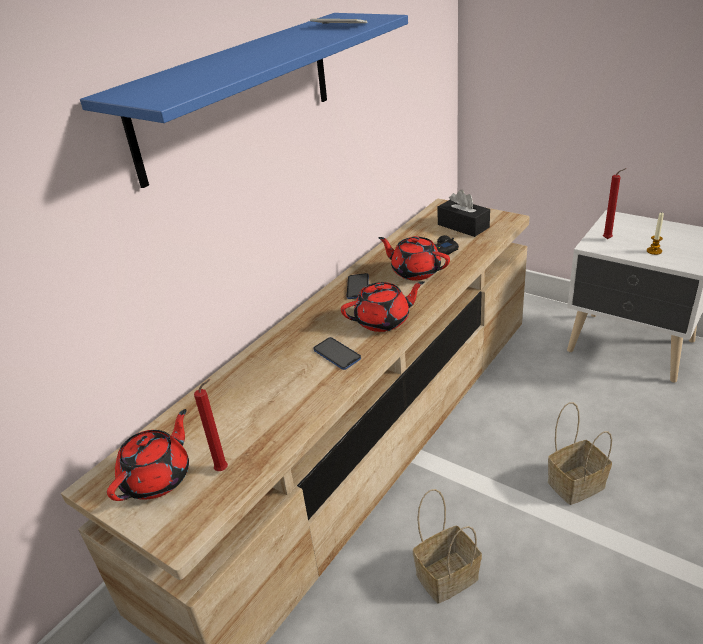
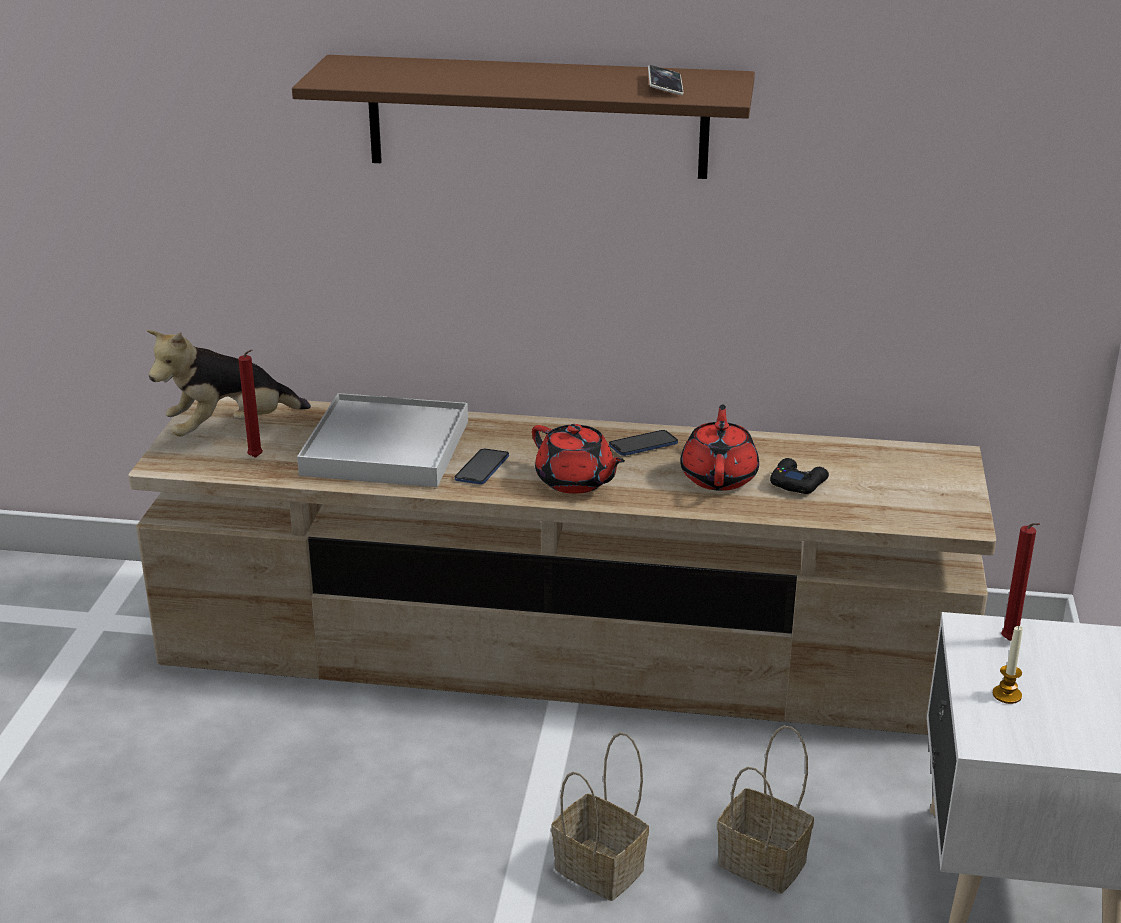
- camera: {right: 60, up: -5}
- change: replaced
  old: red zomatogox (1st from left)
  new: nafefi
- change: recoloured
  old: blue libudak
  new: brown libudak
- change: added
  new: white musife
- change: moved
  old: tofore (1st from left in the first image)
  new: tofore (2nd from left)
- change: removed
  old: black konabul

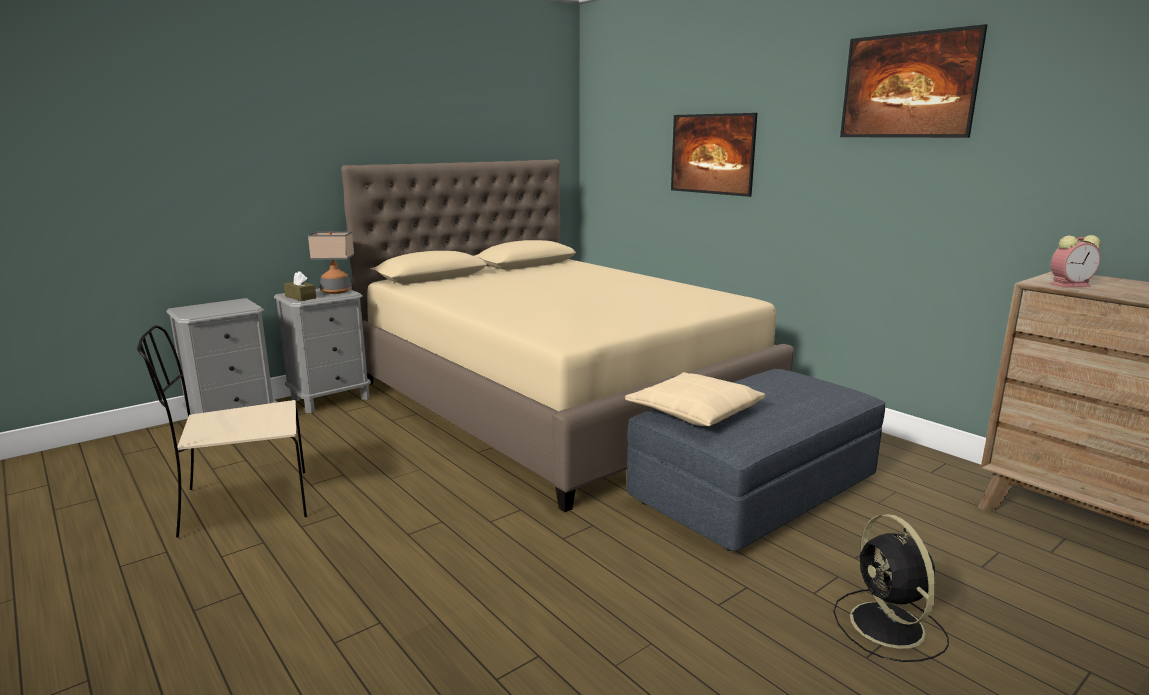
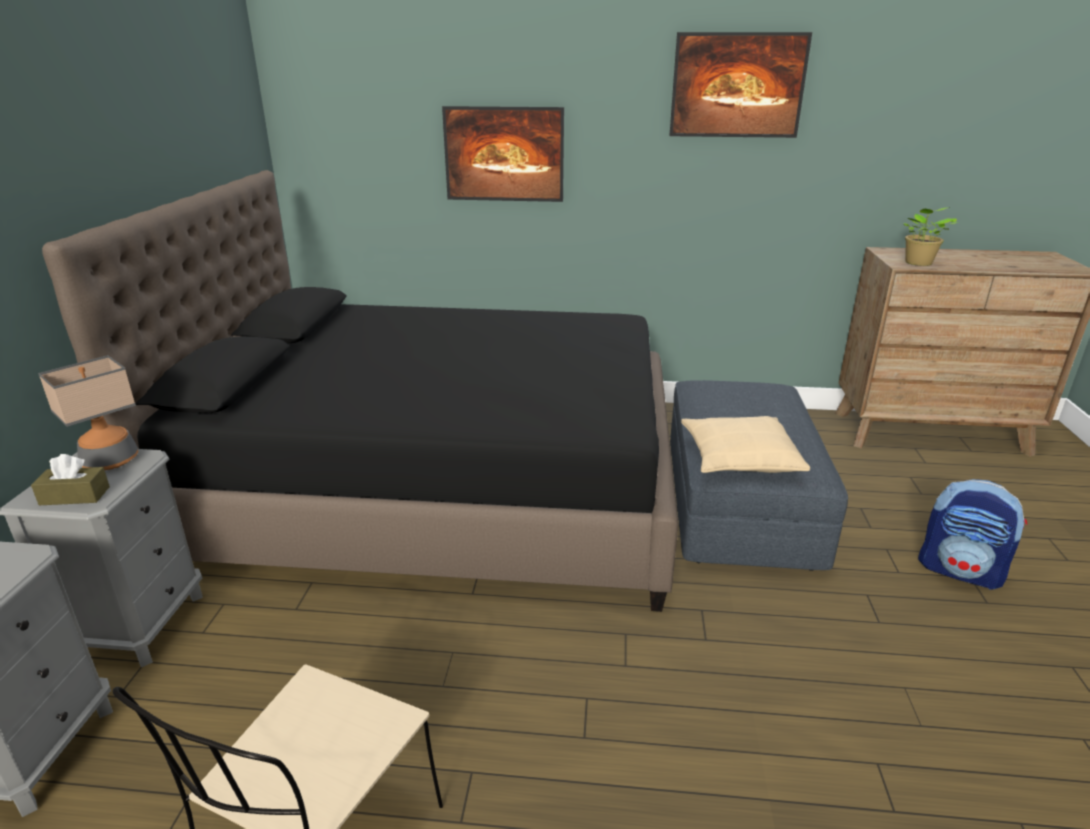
- camera: {right: -45, up: 10}
- change: recoloured
  old: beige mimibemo
  new: black mimibemo
- change: replaced
  old: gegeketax
  new: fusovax
- change: replaced
  old: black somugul
  new: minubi

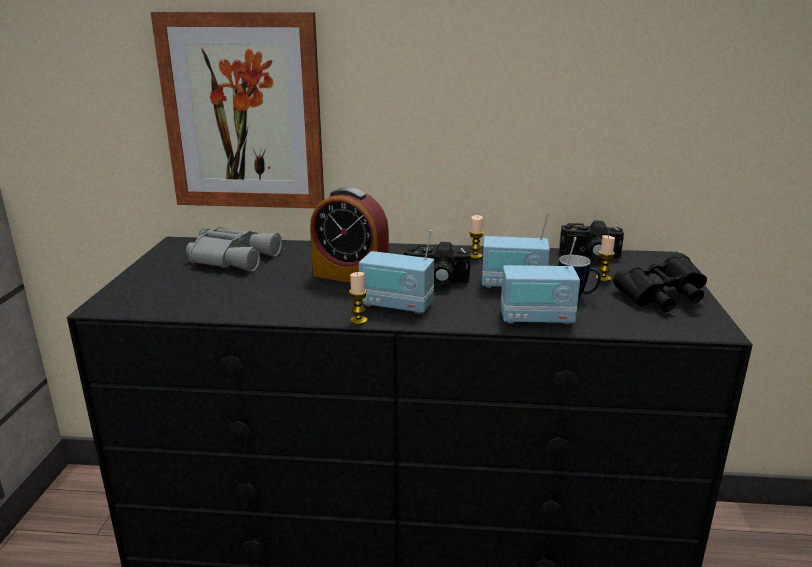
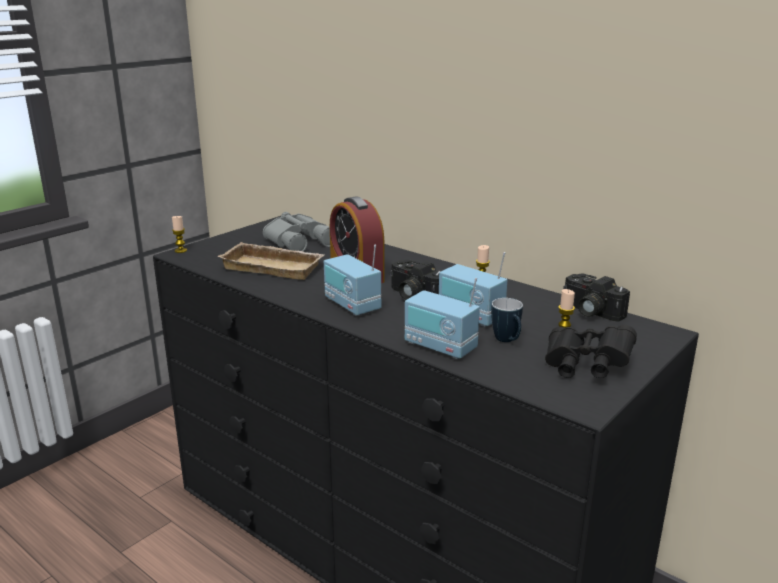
- camera: {right: 35, up: 0}
- change: moved
  old: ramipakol (1st from left)
- change: added
  new: beige musife
- change: removed
  old: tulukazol

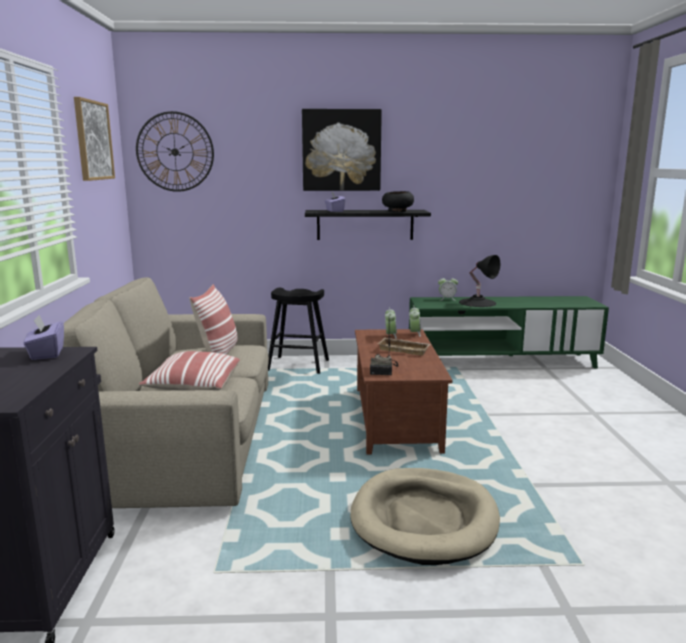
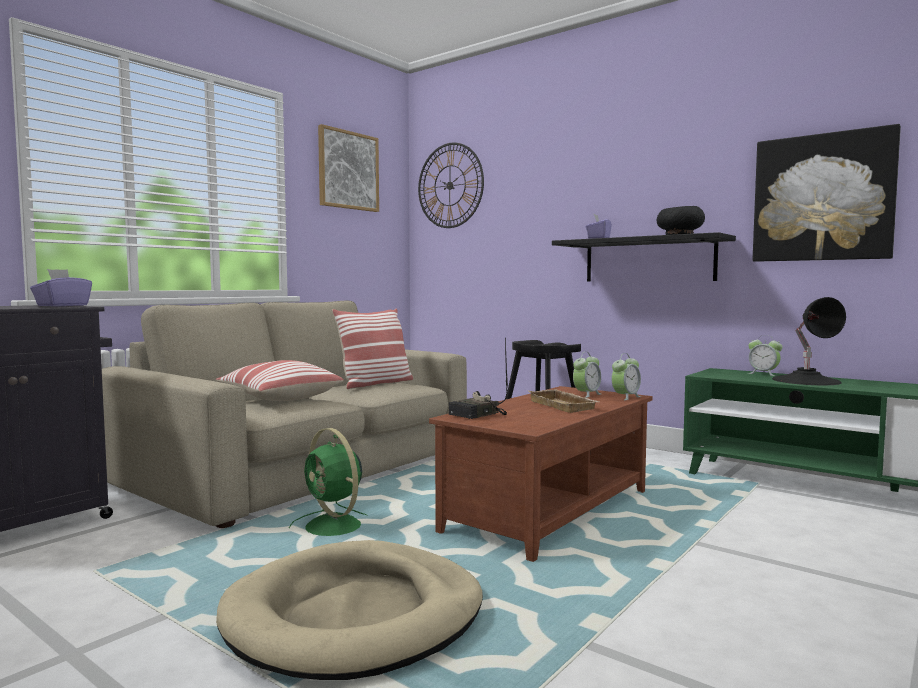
- camera: {right: 40, up: -10}
- change: added
  new: green somugul
- change: moved
  old: tulukazol (2nd from left)

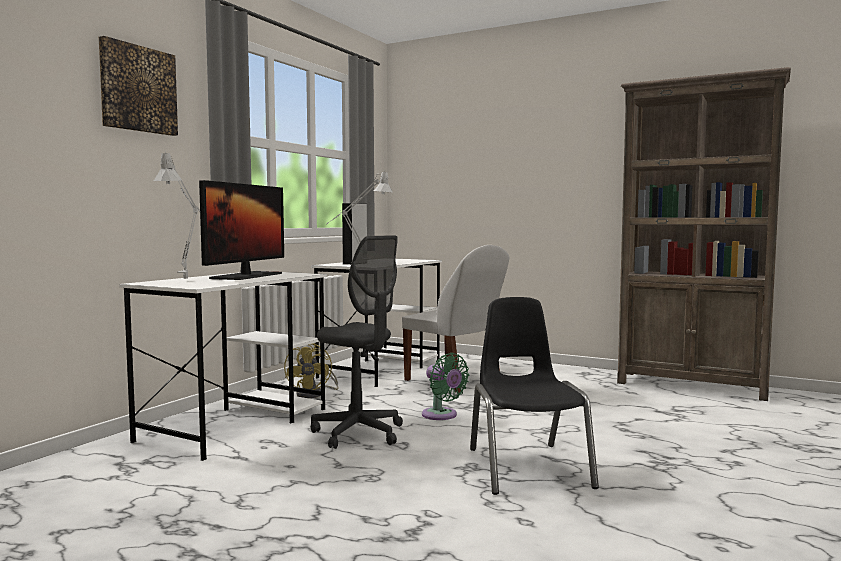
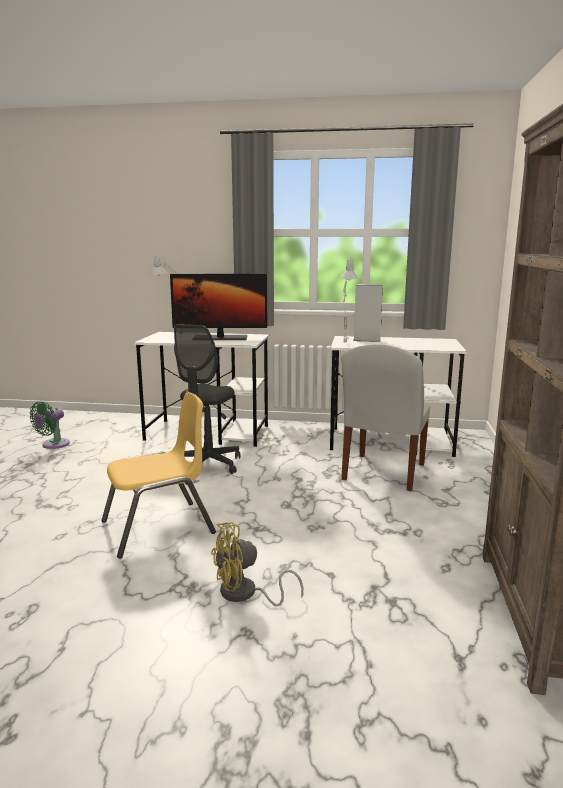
- camera: {right: 70, up: 10}
- change: moved
  old: green somugul
- change: recoloured
  old: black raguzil
  new: yellow raguzil
- change: moved
  old: yellow somugul
- change: removed
  old: tulukazol

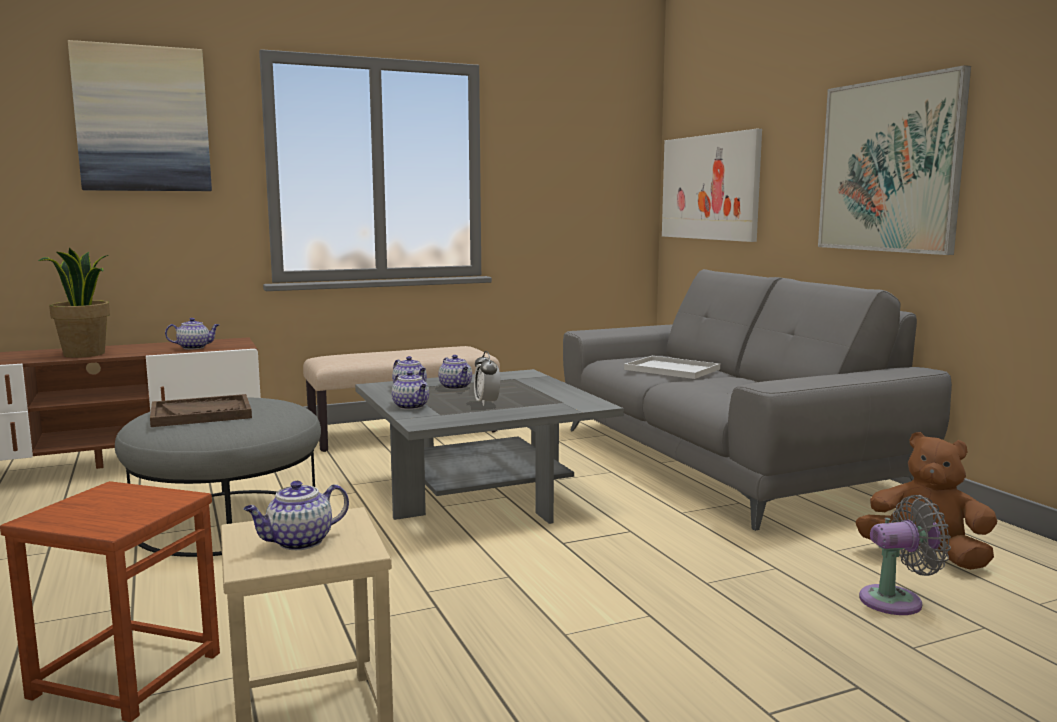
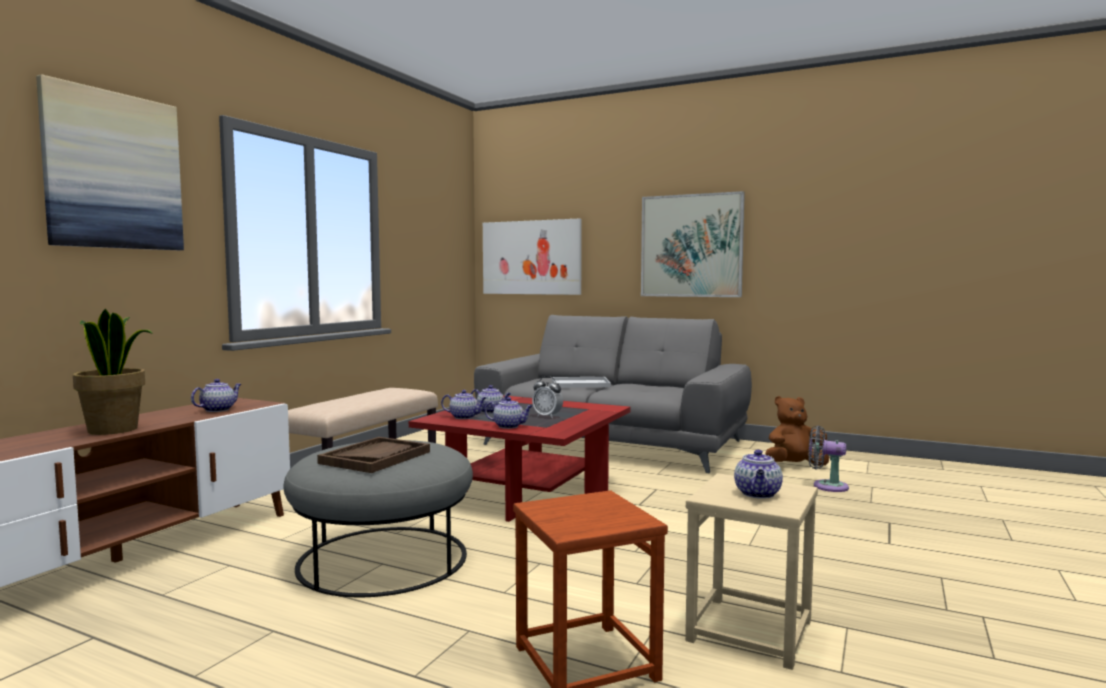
- camera: {right: -40, up: -5}
- change: recoloured
  old: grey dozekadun
  new: red dozekadun
- change: turned
  old: grey somugul
  degrees: -105

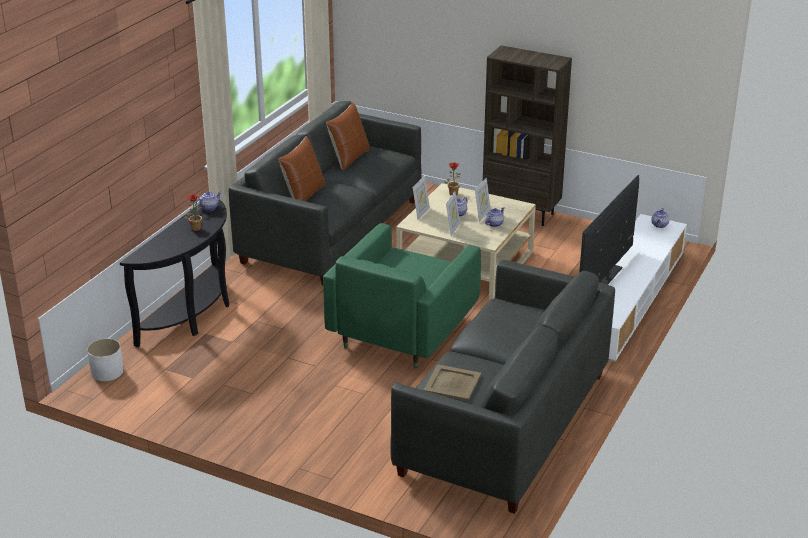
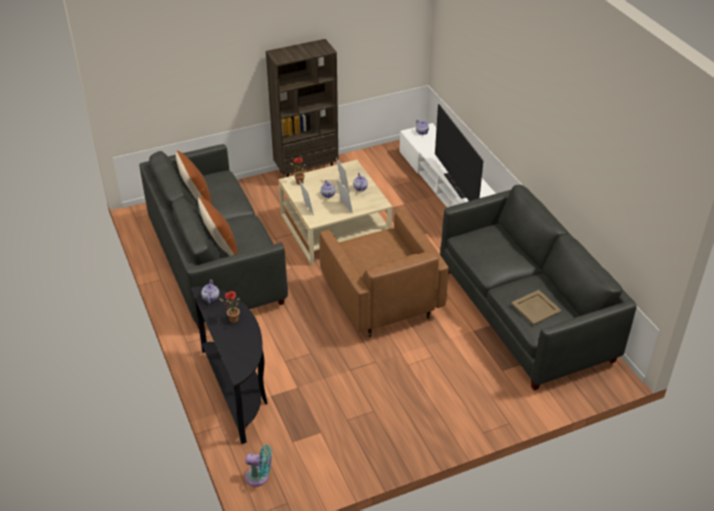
- camera: {right: -50, up: 10}
- change: replaced
  old: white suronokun
  new: turquoise somugul
- change: recoloured
  old: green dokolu
  new: brown dokolu

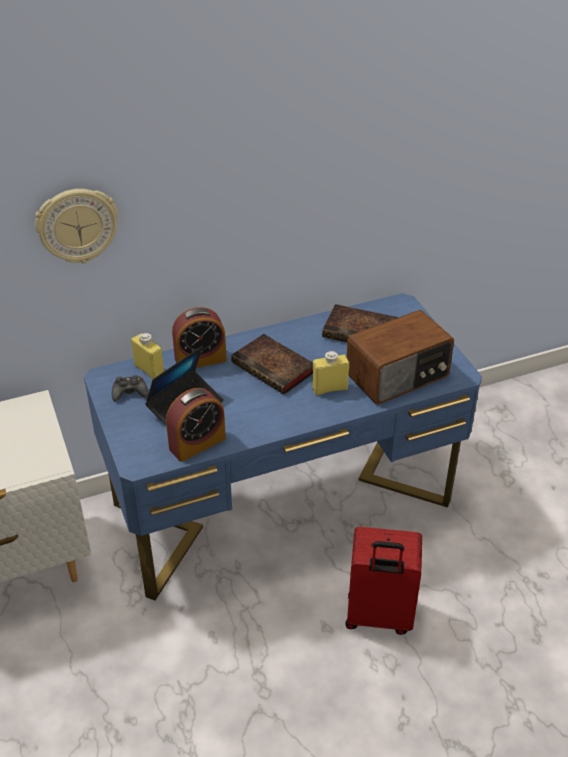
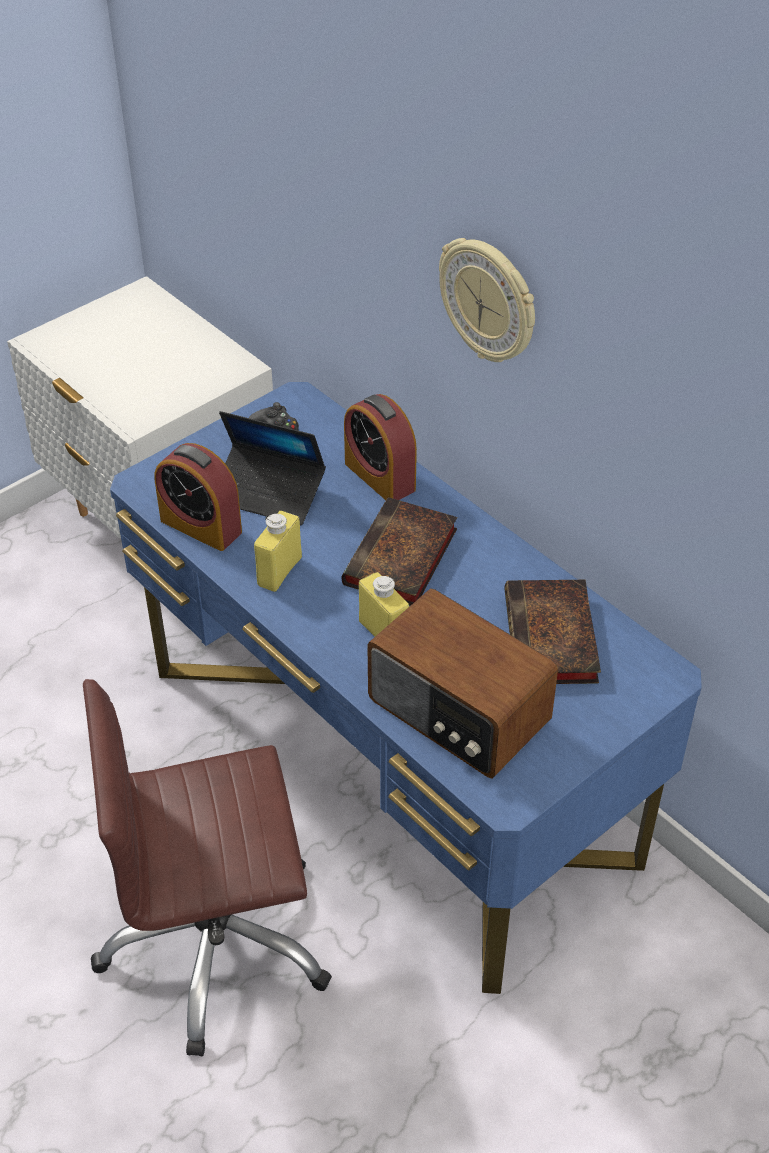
- camera: {right: 70, up: 5}
- change: replaced
  old: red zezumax
  new: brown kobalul
- change: moved
  old: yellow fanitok (1st from left)
- change: moved
  old: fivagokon

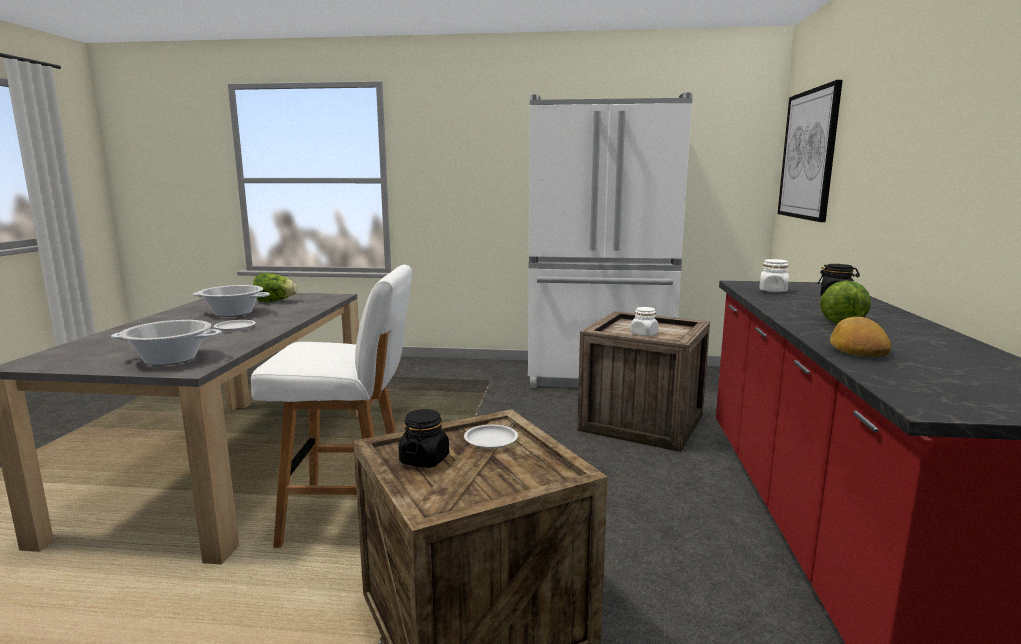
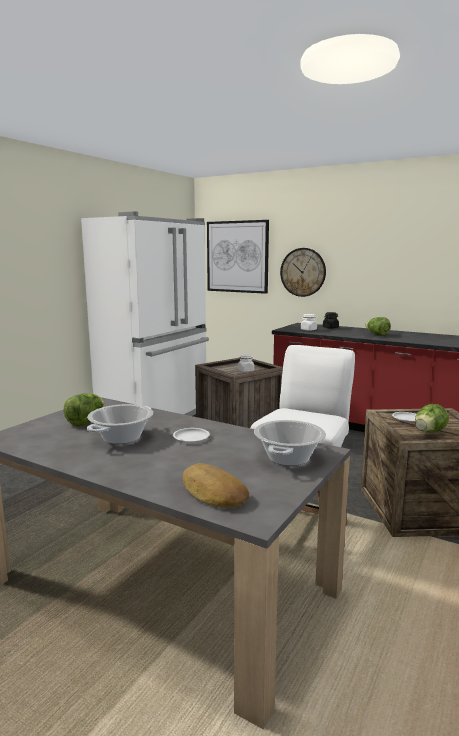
- camera: {right: -65, up: 0}
- change: moved
  old: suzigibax
- change: added
  new: fivagokon
- change: replaced
  old: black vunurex (1st from left)
  new: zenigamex (3rd from left)

